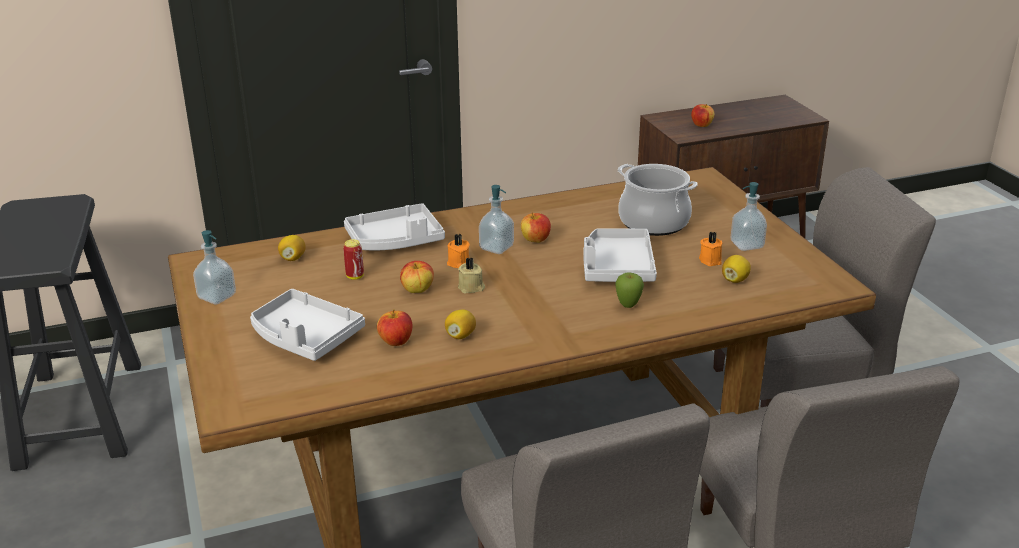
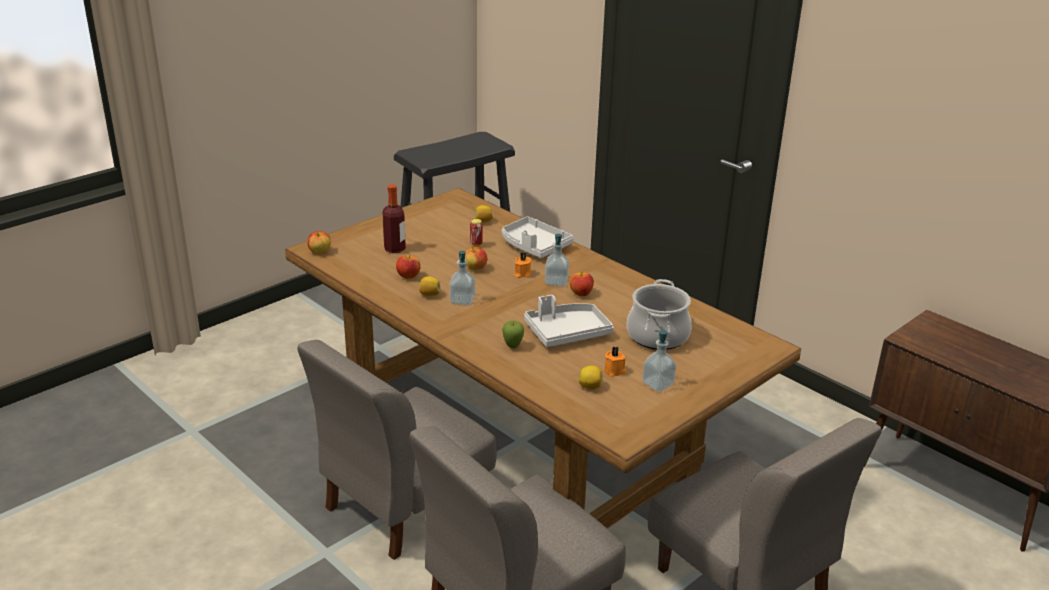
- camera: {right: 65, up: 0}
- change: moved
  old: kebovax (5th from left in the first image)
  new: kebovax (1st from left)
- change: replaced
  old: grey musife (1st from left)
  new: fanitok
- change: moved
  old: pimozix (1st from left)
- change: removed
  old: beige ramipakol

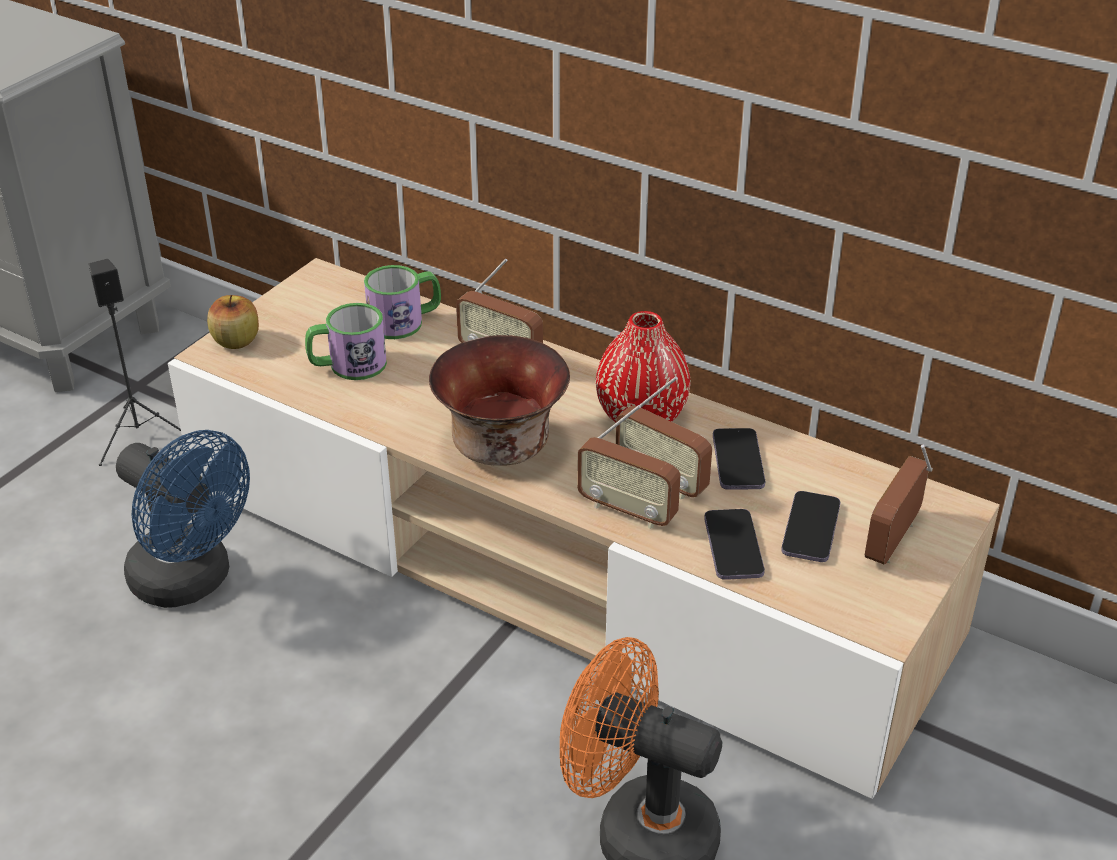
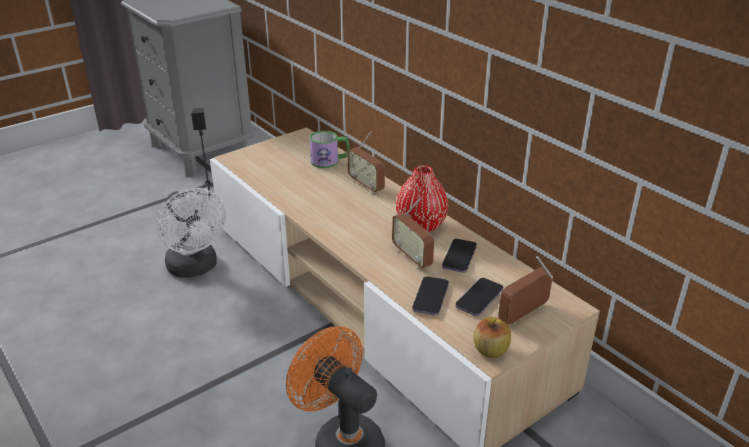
- camera: {right: 20, up: -5}
- change: recoloured
  old: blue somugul
  new: white somugul
- change: moved
  old: kebovax
- change: removed
  old: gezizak (1st from left)
- change: removed
  old: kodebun
- change: removed
  old: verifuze (2nd from left)

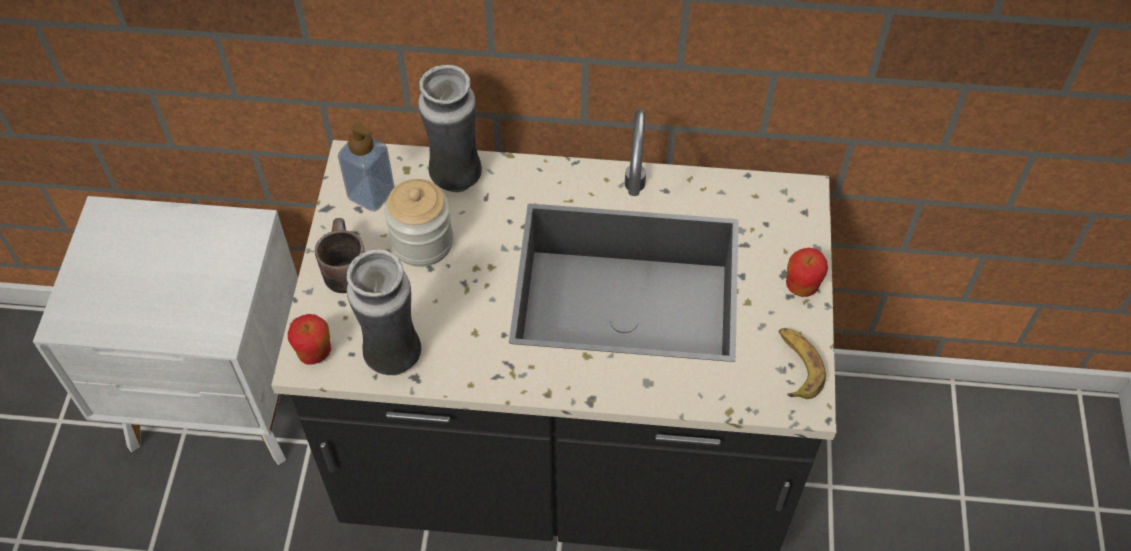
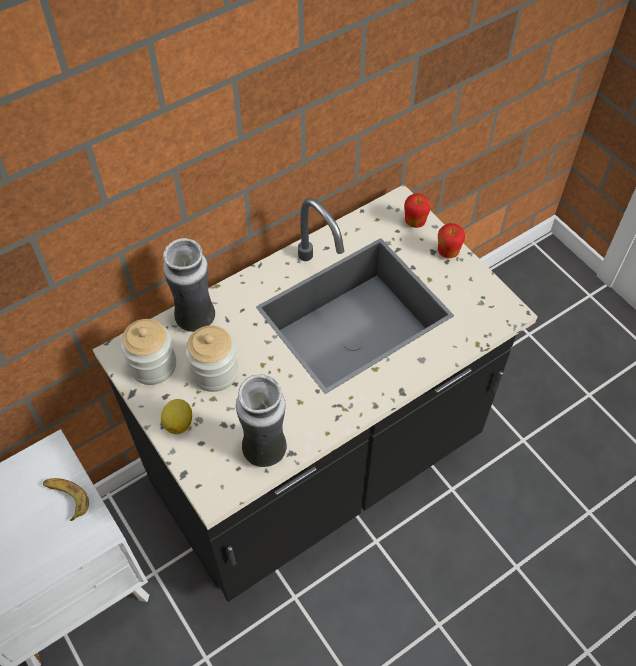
- camera: {right: -40, up: 0}
- change: moved
  old: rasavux
- change: replaced
  old: pimozix
  new: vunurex (1st from left)
- change: replaced
  old: brown gezizak
  new: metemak
- change: moved
  old: kebovax (1st from left)

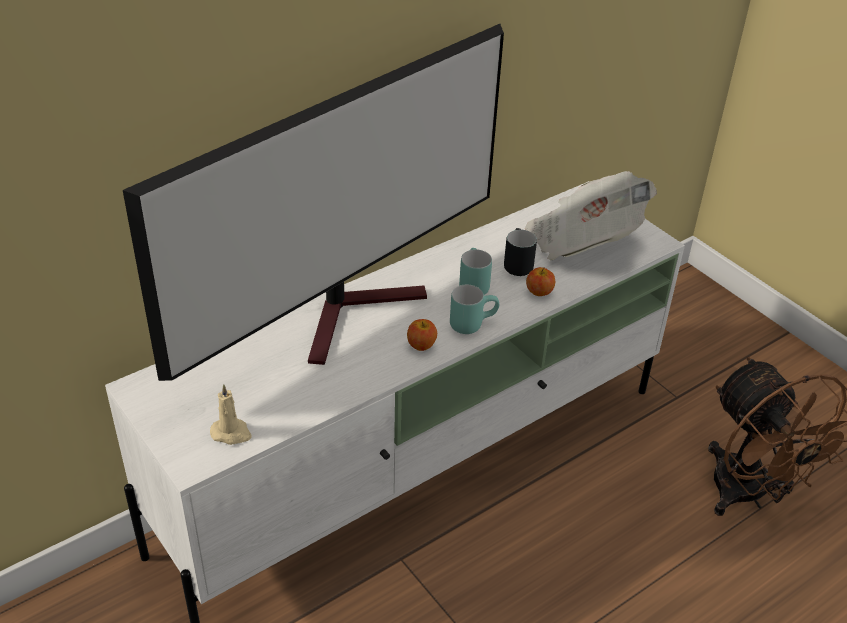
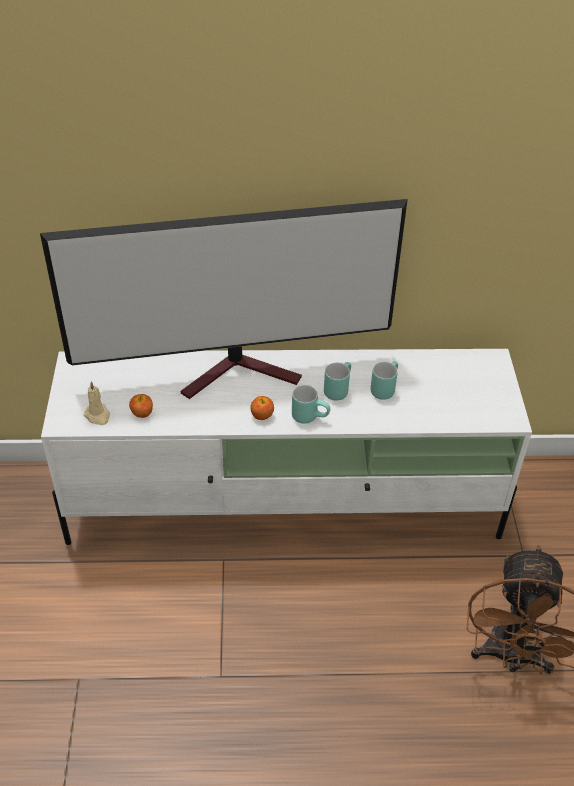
- camera: {right: 35, up: 5}
- change: moved
  old: kebovax (2nd from left in the first image)
  new: kebovax (1st from left)
- change: recoloured
  old: black gezizak
  new: turquoise gezizak (3rd from left)
- change: removed
  old: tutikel

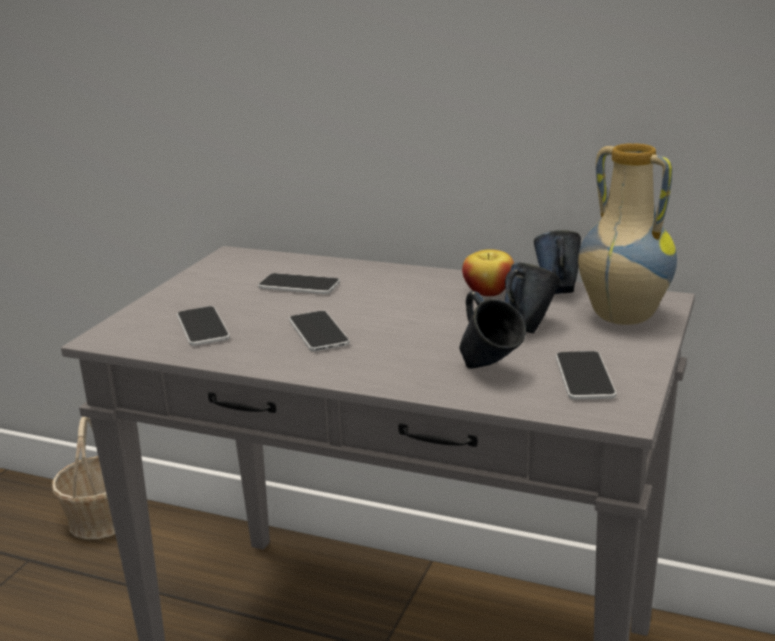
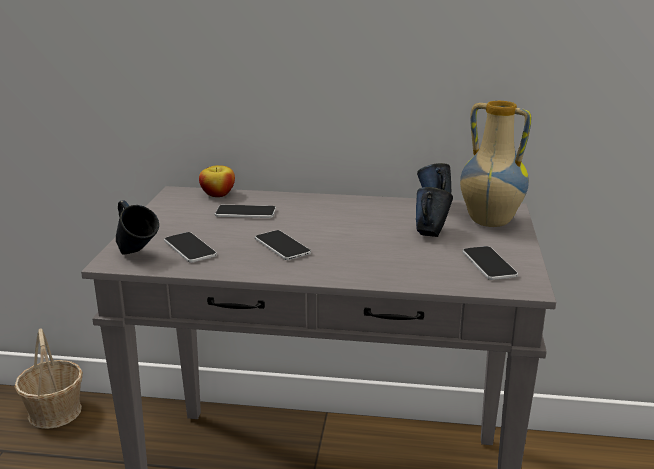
- camera: {right: -15, up: 0}
- change: moved
  old: blue gezizak (1st from left)
- change: moved
  old: kebovax

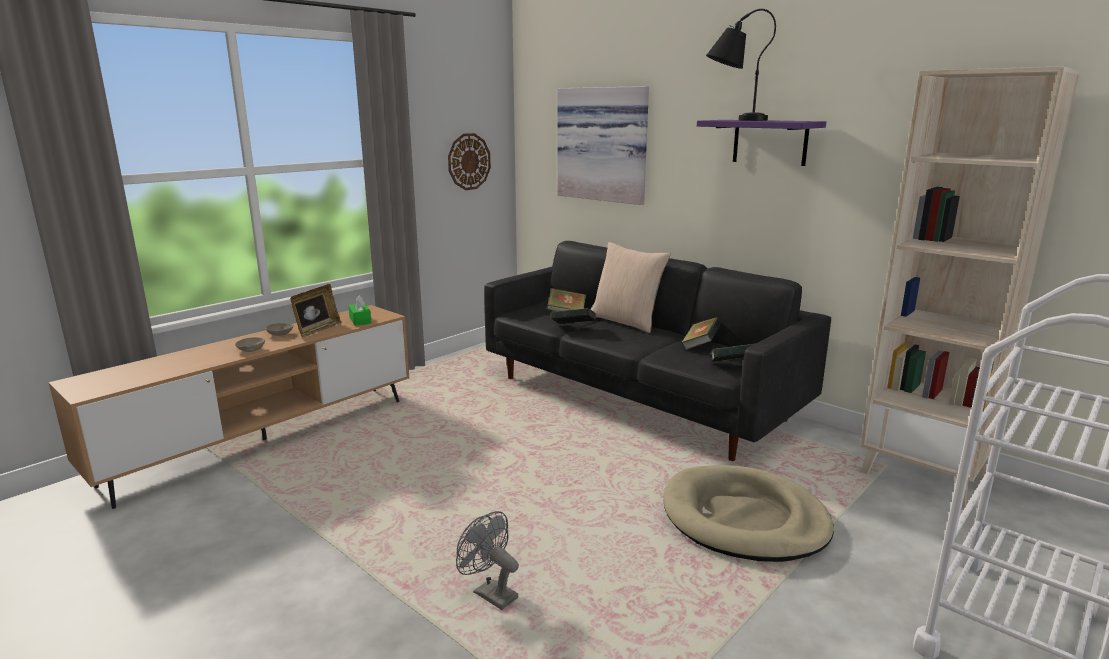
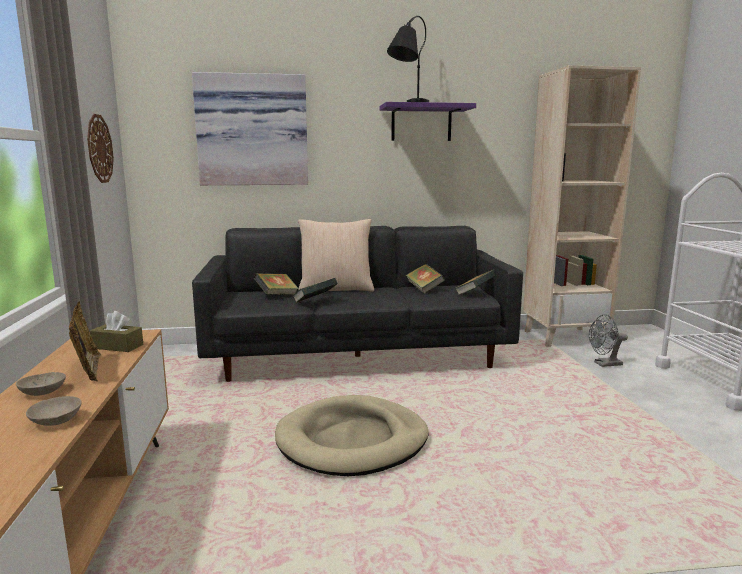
- camera: {right: -50, up: -5}
- change: recoloured
  old: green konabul
  new: brown konabul
- change: moved
  old: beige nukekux
- change: moved
  old: grey somugul

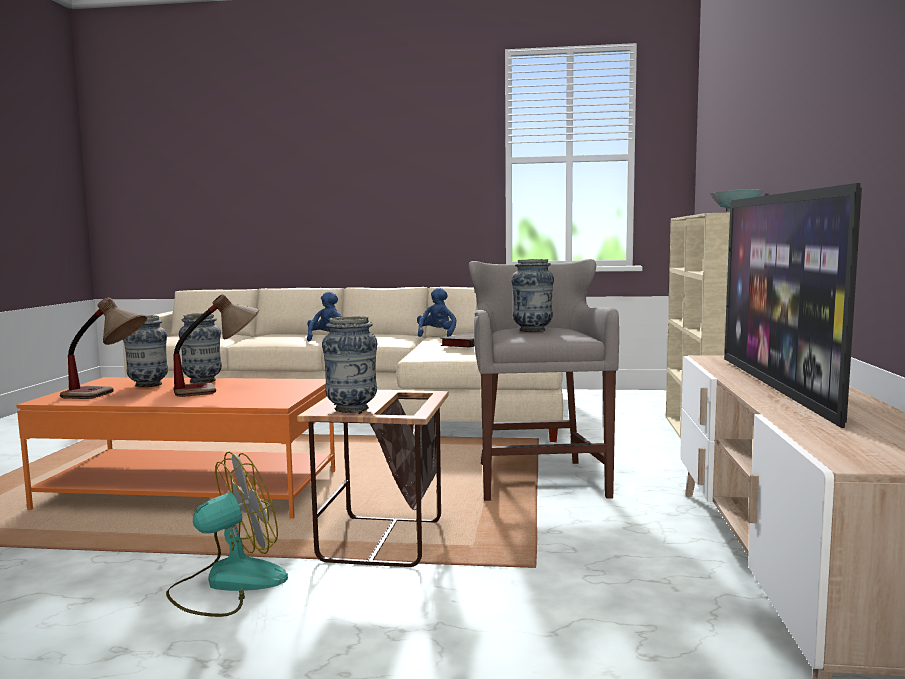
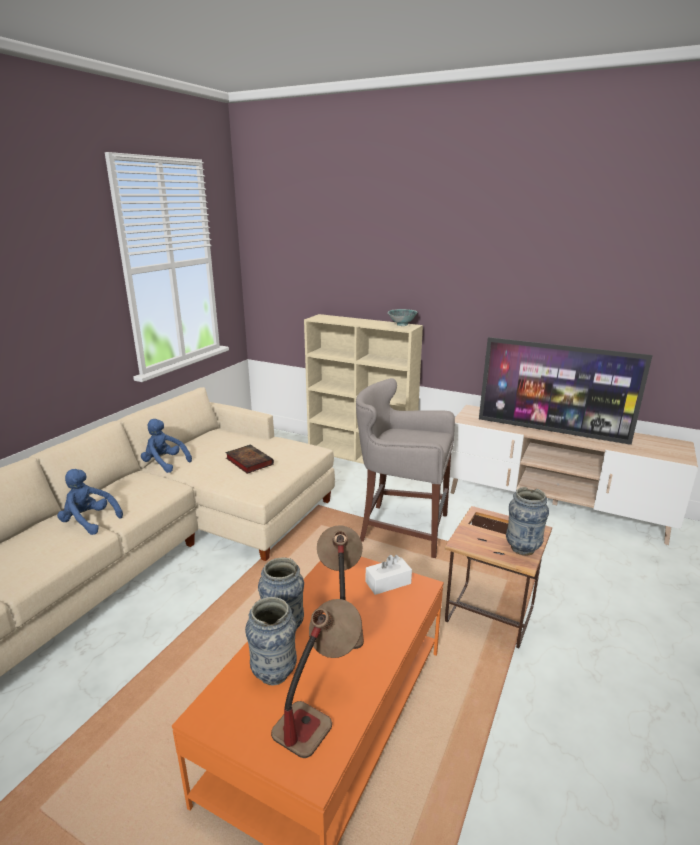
- camera: {right: -70, up: 15}
- change: added
  new: white konabul
- change: removed
  old: somugul
- change: removed
  old: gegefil (4th from left)

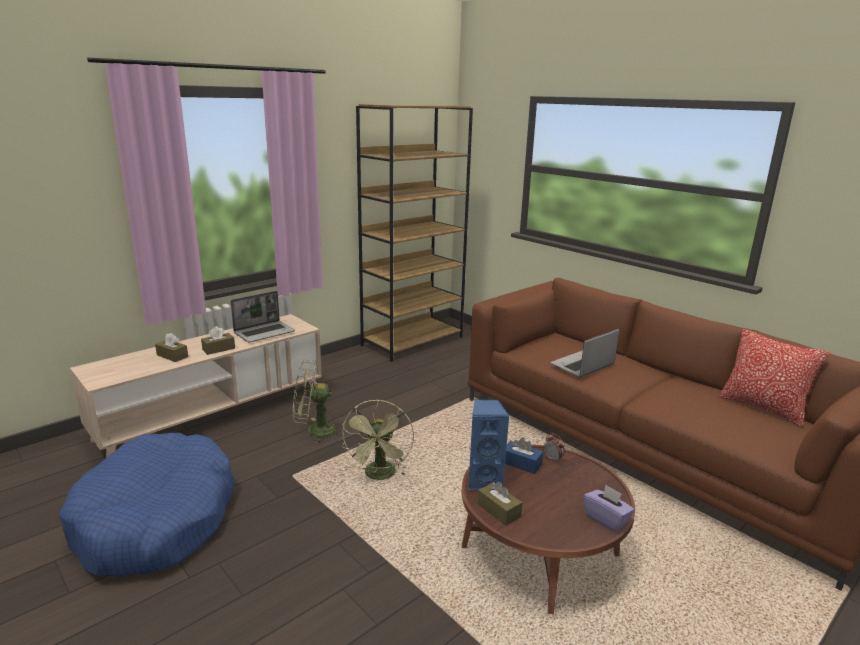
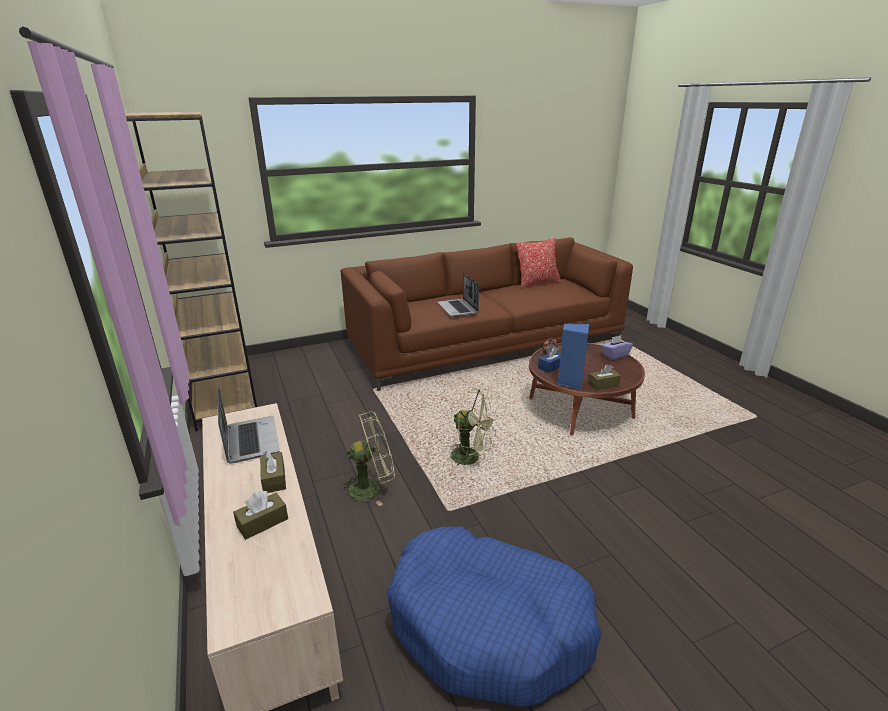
- camera: {right: -70, up: 5}
- change: turned
  old: green somugul (1st from left)
  degrees: -120

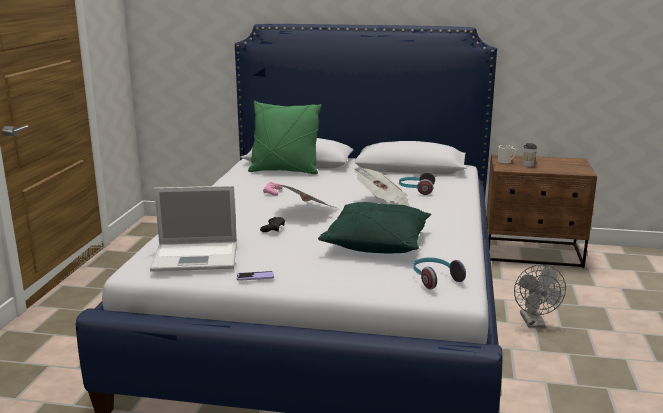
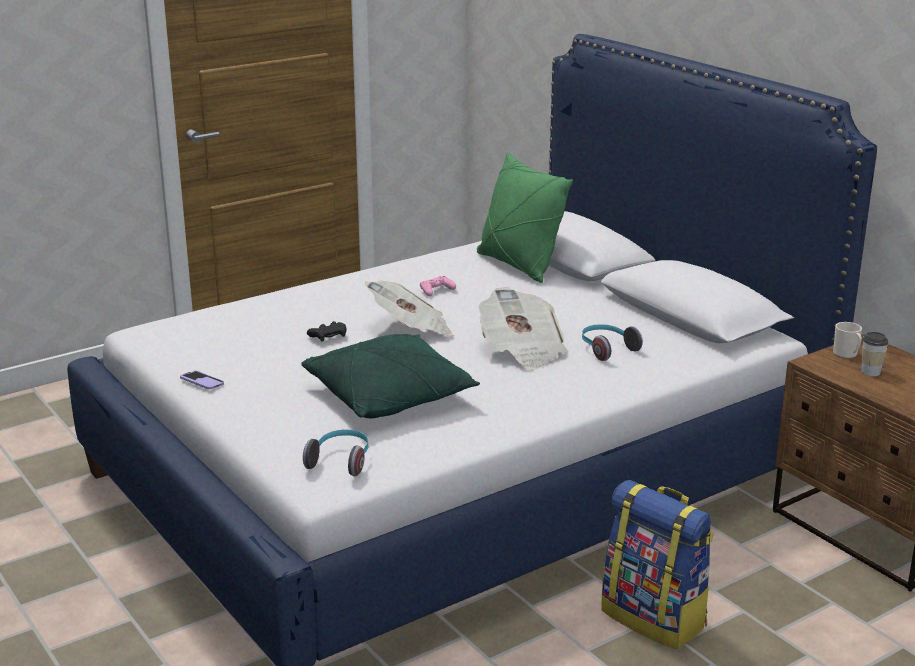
- camera: {right: 45, up: 5}
- change: replaced
  old: grey somugul
  new: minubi
- change: removed
  old: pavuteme

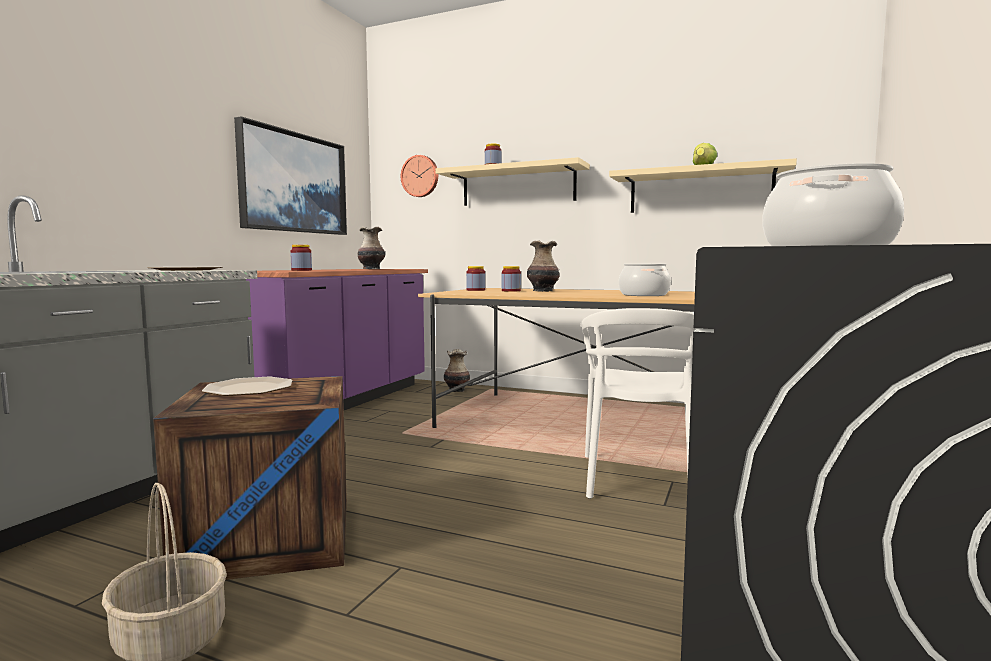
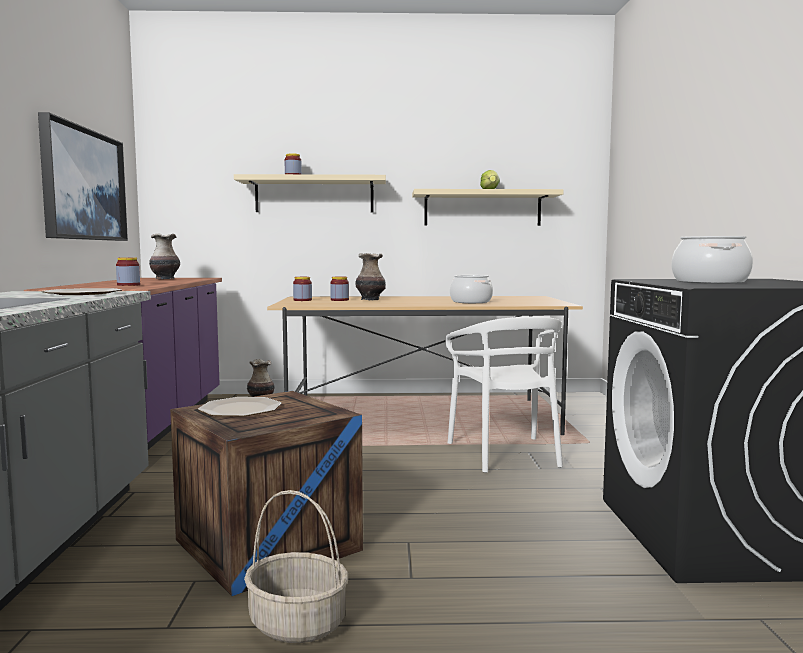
- camera: {right: -25, up: 0}
- change: removed
  old: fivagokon

